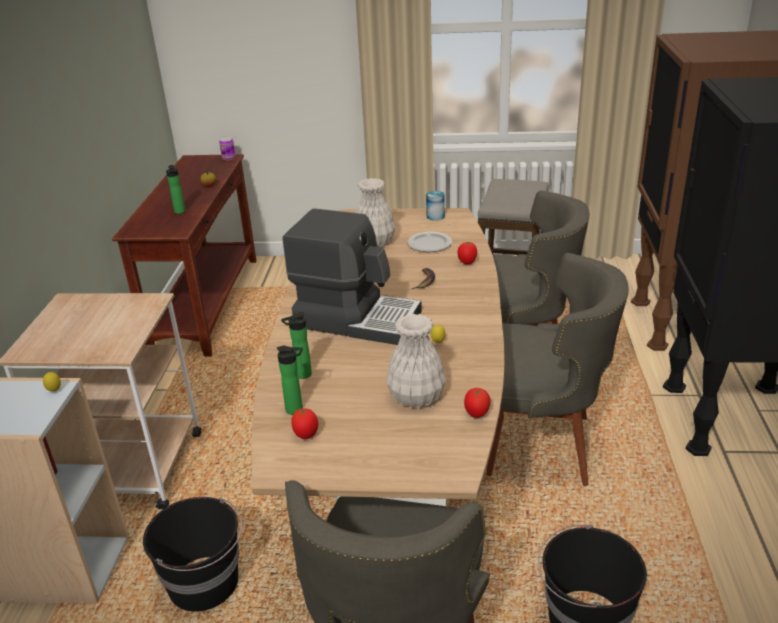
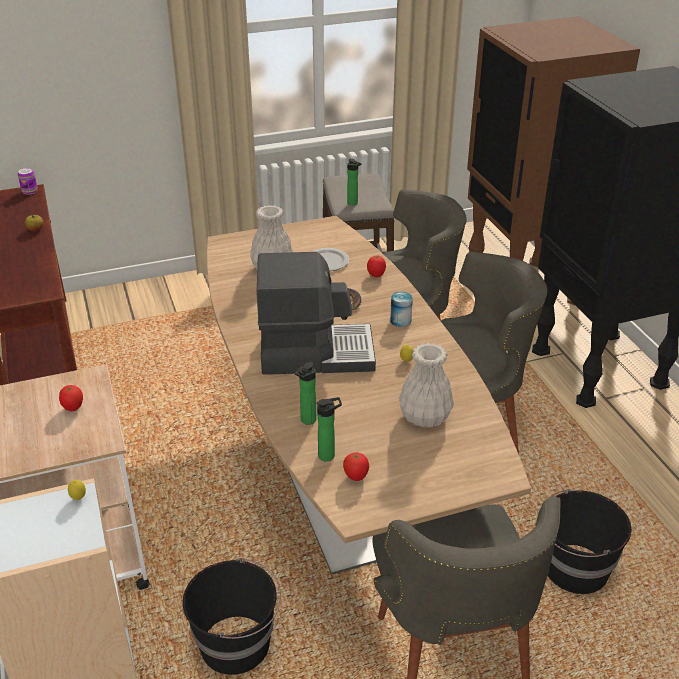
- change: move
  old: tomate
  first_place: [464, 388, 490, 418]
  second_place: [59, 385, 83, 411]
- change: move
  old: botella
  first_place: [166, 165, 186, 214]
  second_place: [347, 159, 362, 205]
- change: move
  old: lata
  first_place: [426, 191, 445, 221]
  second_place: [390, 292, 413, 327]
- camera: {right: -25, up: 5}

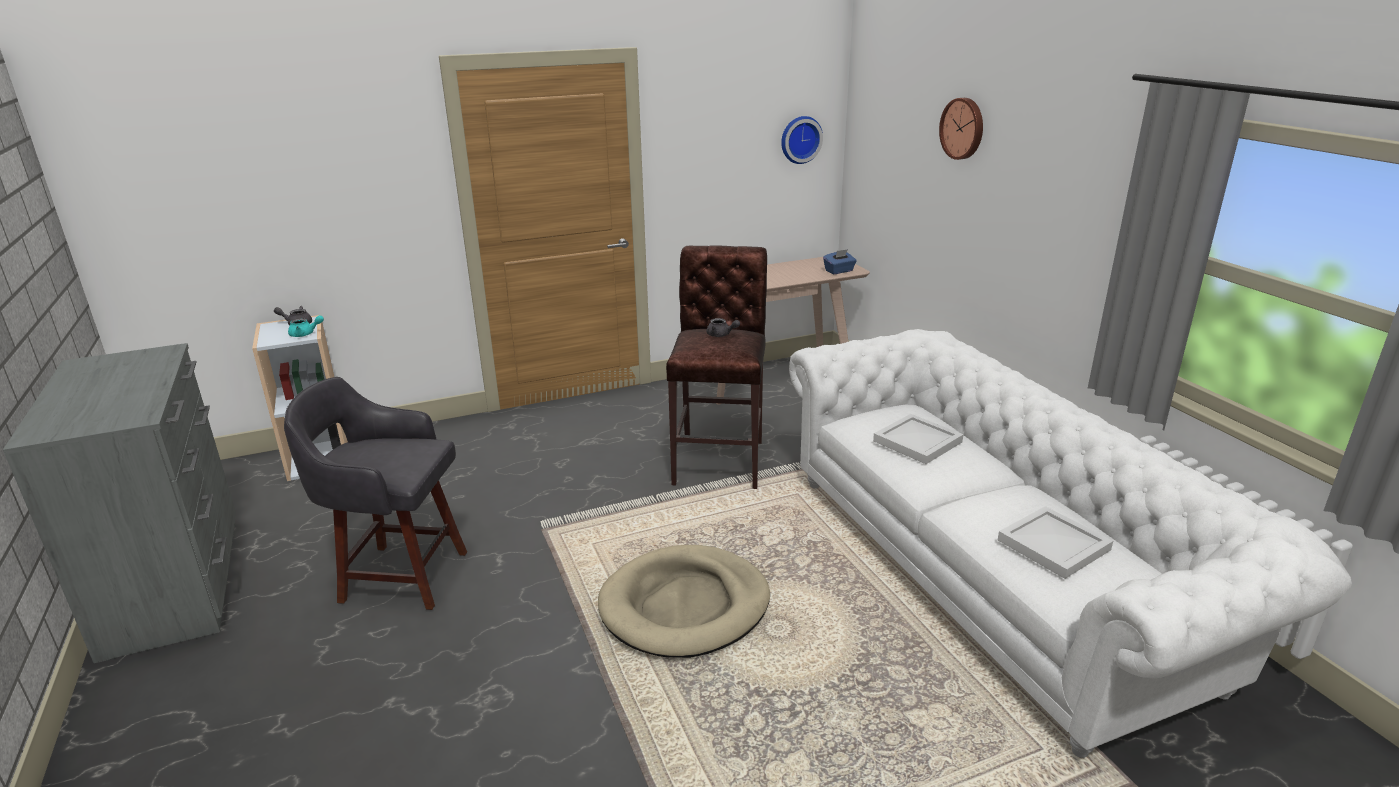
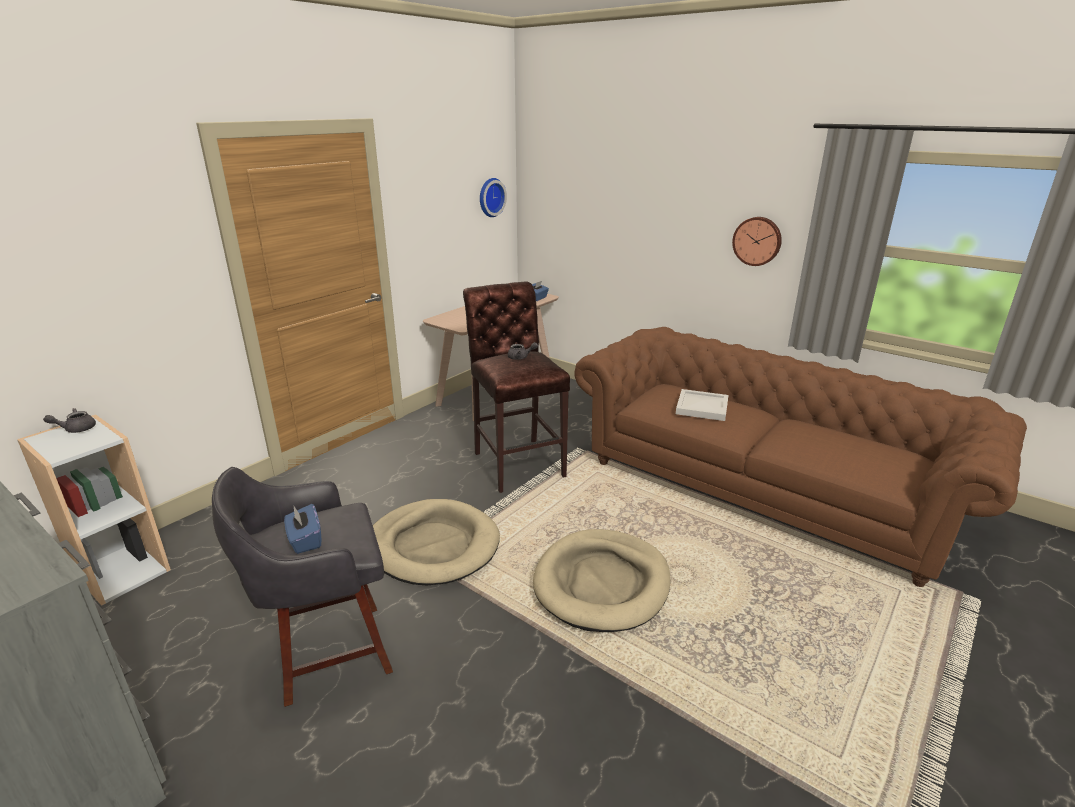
- change: insert
  new: caja de pañuelos/azul
  second_place: [284, 504, 321, 554]
- change: insert
  new: cama para perro/beis
  second_place: [373, 499, 500, 585]
- change: recolor
  old: sofá/blanco
  new: sofá/marrón
  first_place: [789, 329, 1352, 758]
  second_place: [574, 327, 1027, 587]
- change: move
  old: reloj de pared
  first_place: [939, 98, 983, 160]
  second_place: [732, 217, 782, 266]
- change: delete
  old: tetera/turquesa
  first_place: [288, 315, 324, 337]
- change: delete
  old: bandeja/blanco
  first_place: [998, 506, 1113, 579]
- camera: {right: -30, up: 0}

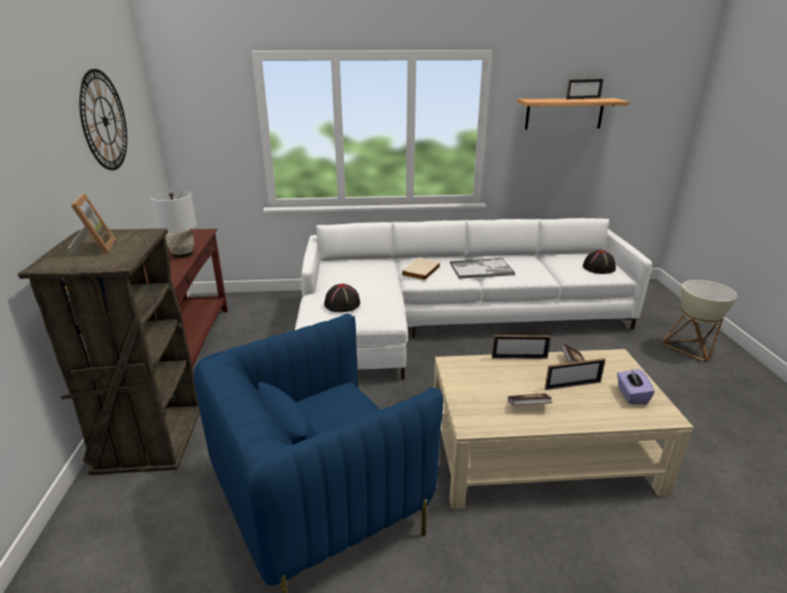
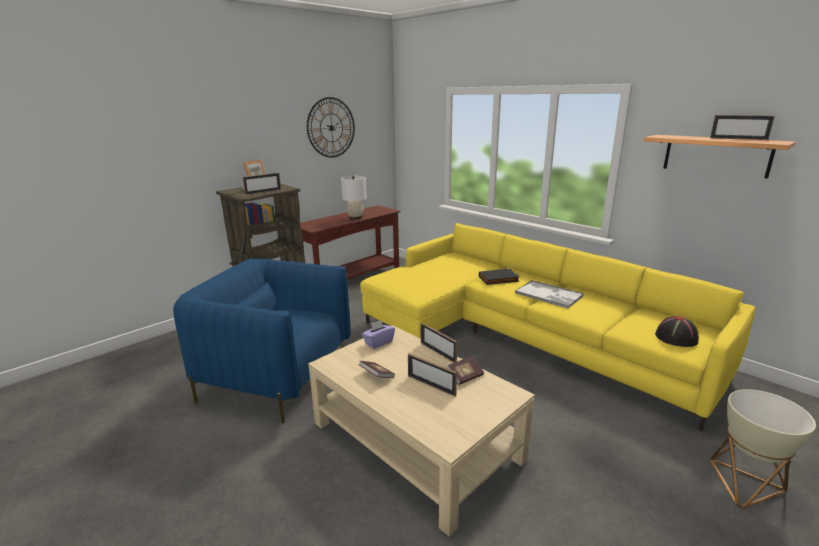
- change: insert
  new: portarretratos
  second_place: [243, 173, 281, 195]
- change: recolor
  old: sofá/blanco
  new: sofá/amarillo
  first_place: [295, 218, 652, 379]
  second_place: [360, 223, 755, 431]
- change: move
  old: caja de pañuelos/morado
  first_place: [617, 369, 655, 404]
  second_place: [362, 320, 395, 349]
- change: recolor
  old: libro/beis
  new: libro/negro
  first_place: [402, 257, 441, 281]
  second_place: [479, 269, 520, 285]
- change: delete
  old: sombrero/negro
  first_place: [324, 283, 360, 312]
- camera: {right: 50, up: -5}

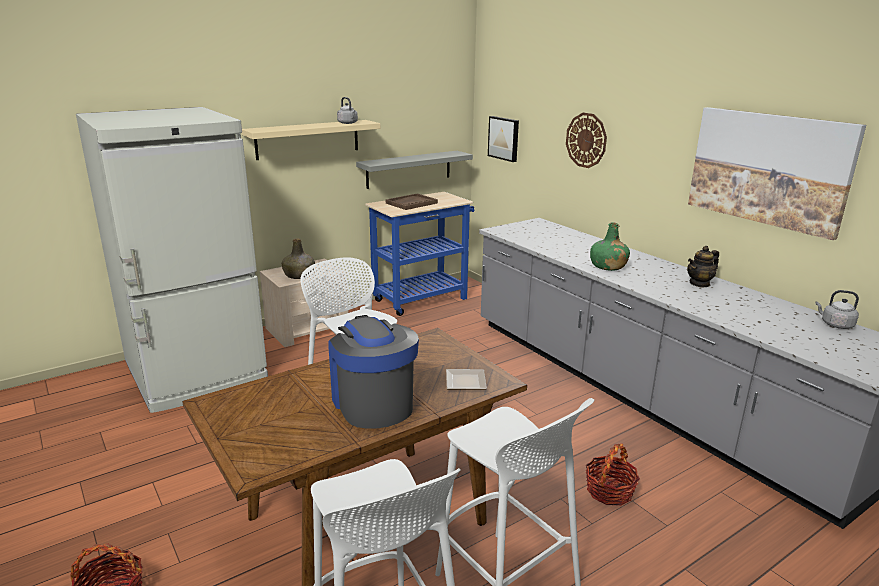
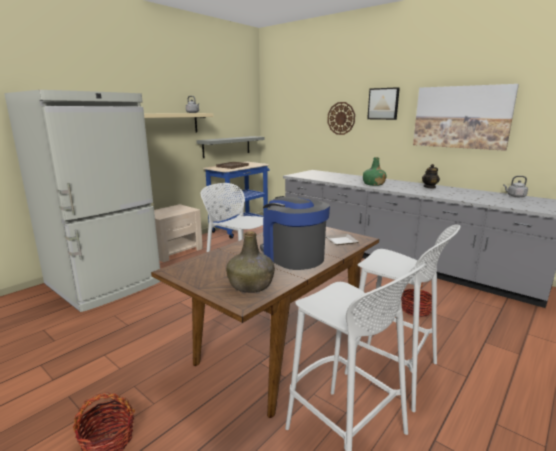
- change: move
  old: botella/verde
  first_place: [282, 238, 315, 279]
  second_place: [226, 231, 274, 293]
- change: move
  old: cuadro
  first_place: [488, 116, 519, 162]
  second_place: [367, 87, 400, 120]
- camera: {right: -15, up: -5}

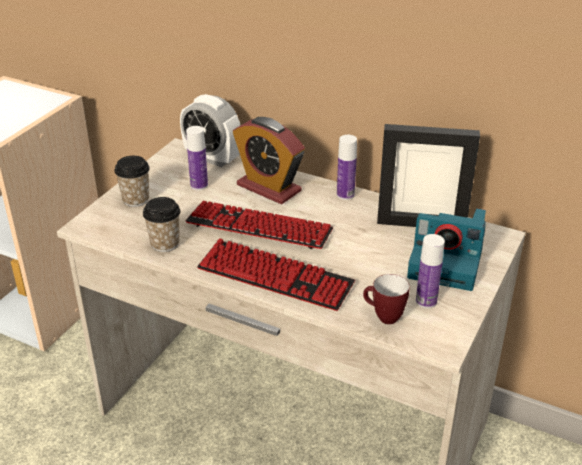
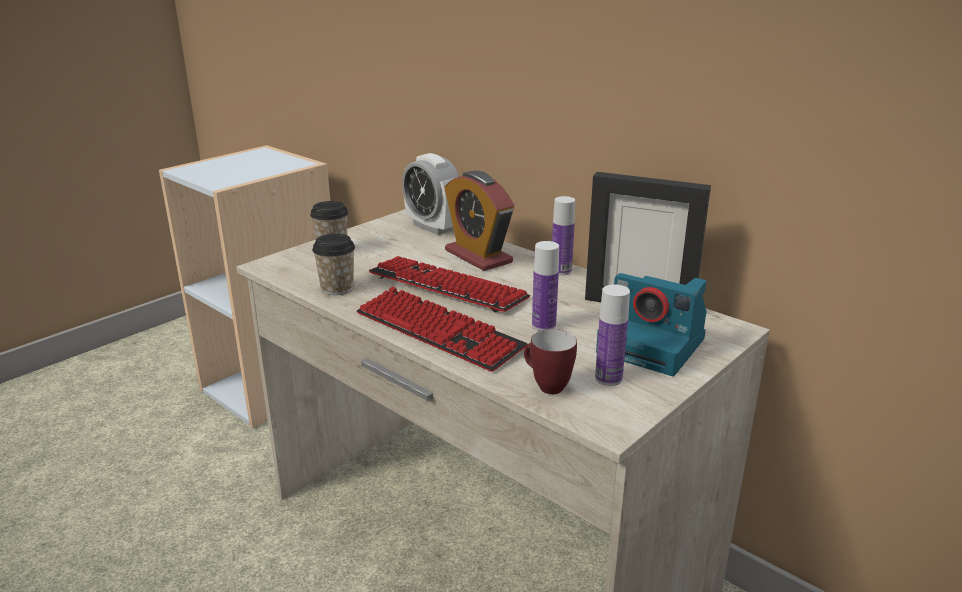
- change: move
  old: botella
  first_place: [186, 126, 208, 190]
  second_place: [532, 241, 559, 331]
- camera: {right: 15, up: -10}

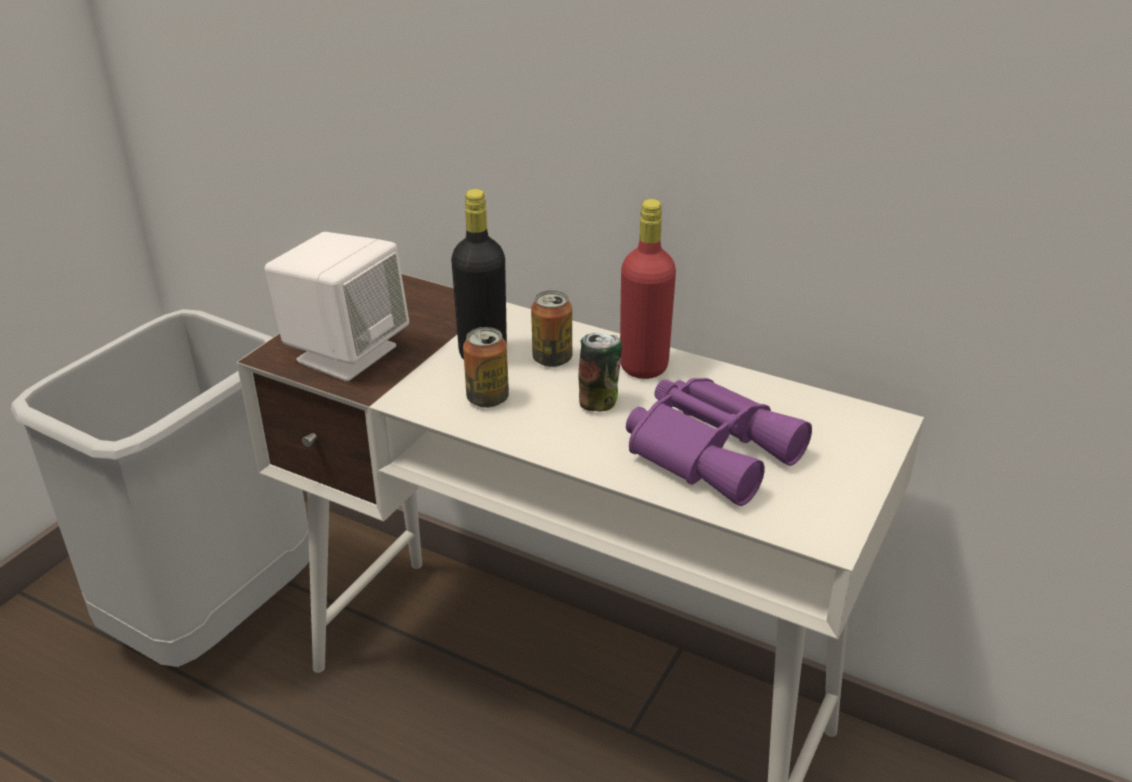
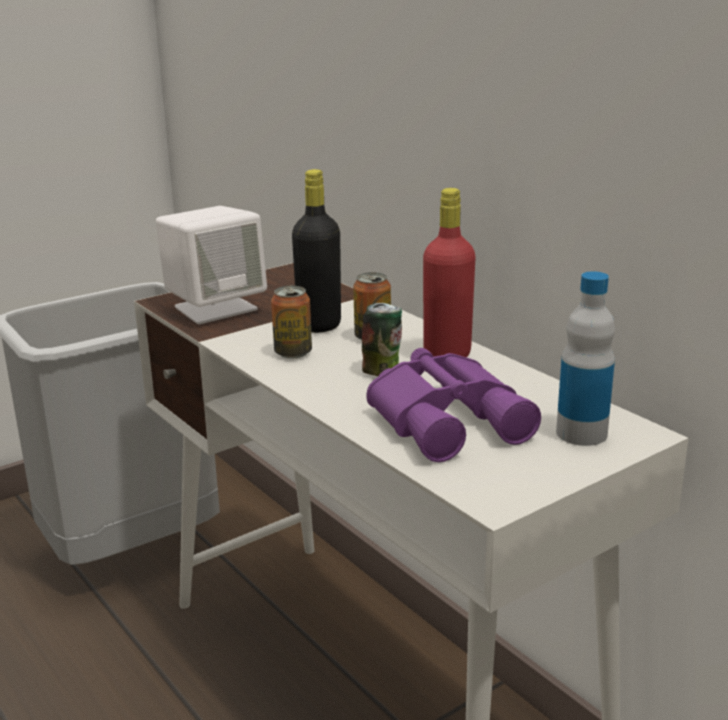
- change: insert
  new: botella
  second_place: [556, 271, 615, 446]
- camera: {right: 25, up: -10}

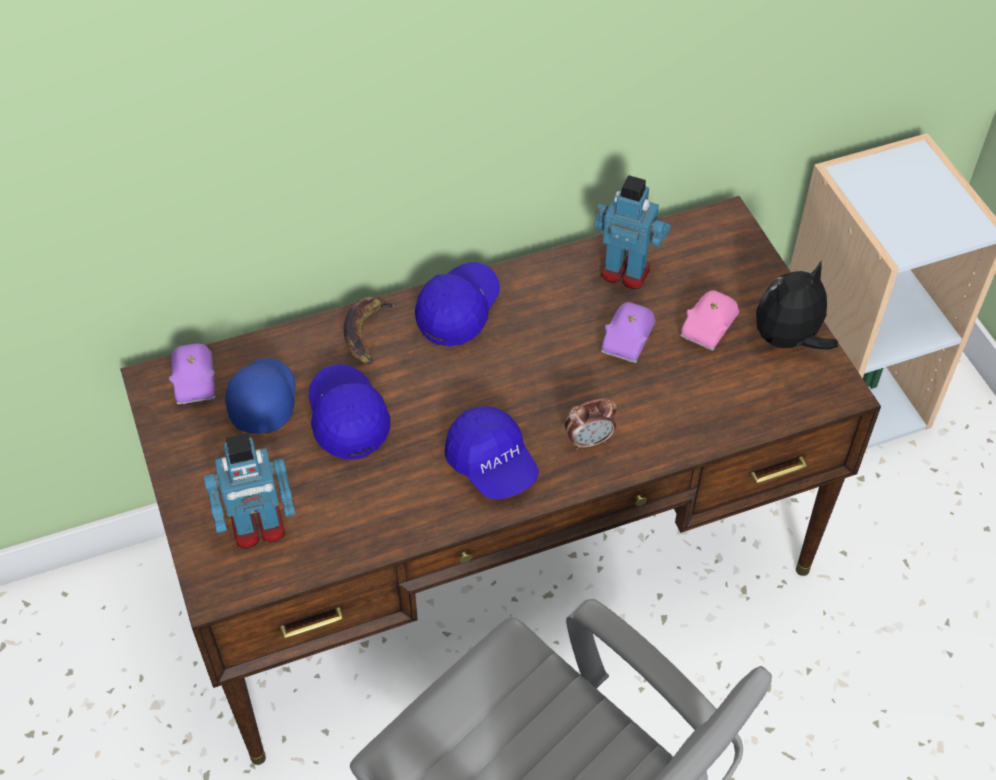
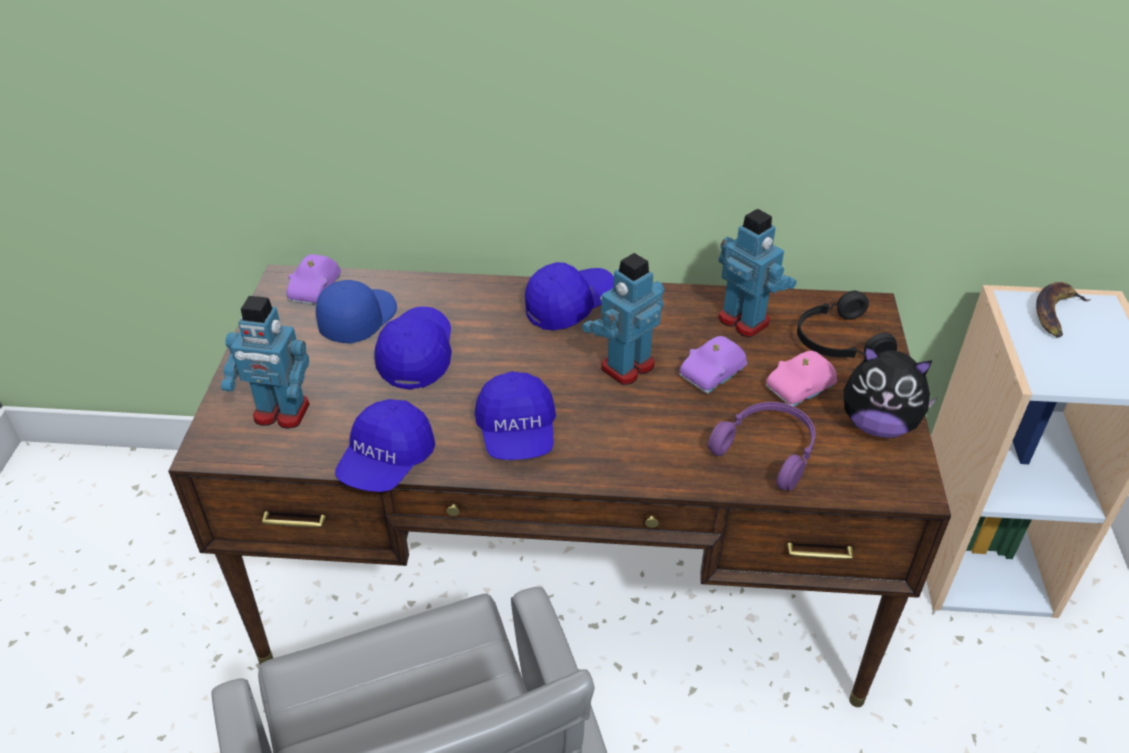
- change: insert
  new: gorra/azul
  second_place: [335, 399, 435, 492]
- change: insert
  new: robot de juguete
  second_place: [582, 253, 665, 385]
- change: insert
  new: auriculares/morado
  second_place: [708, 402, 816, 491]
- change: insert
  new: auriculares/negro
  second_place: [797, 291, 897, 358]
- change: rotate
  old: peluche
  first_place: [756, 261, 838, 349]
  second_place: [844, 345, 938, 438]
  degrees: -150
- change: move
  old: plátano
  first_place: [344, 297, 398, 364]
  second_place: [1036, 282, 1091, 337]
- change: delete
  old: despertador
  first_place: [565, 398, 617, 450]
- camera: {right: 25, up: -10}

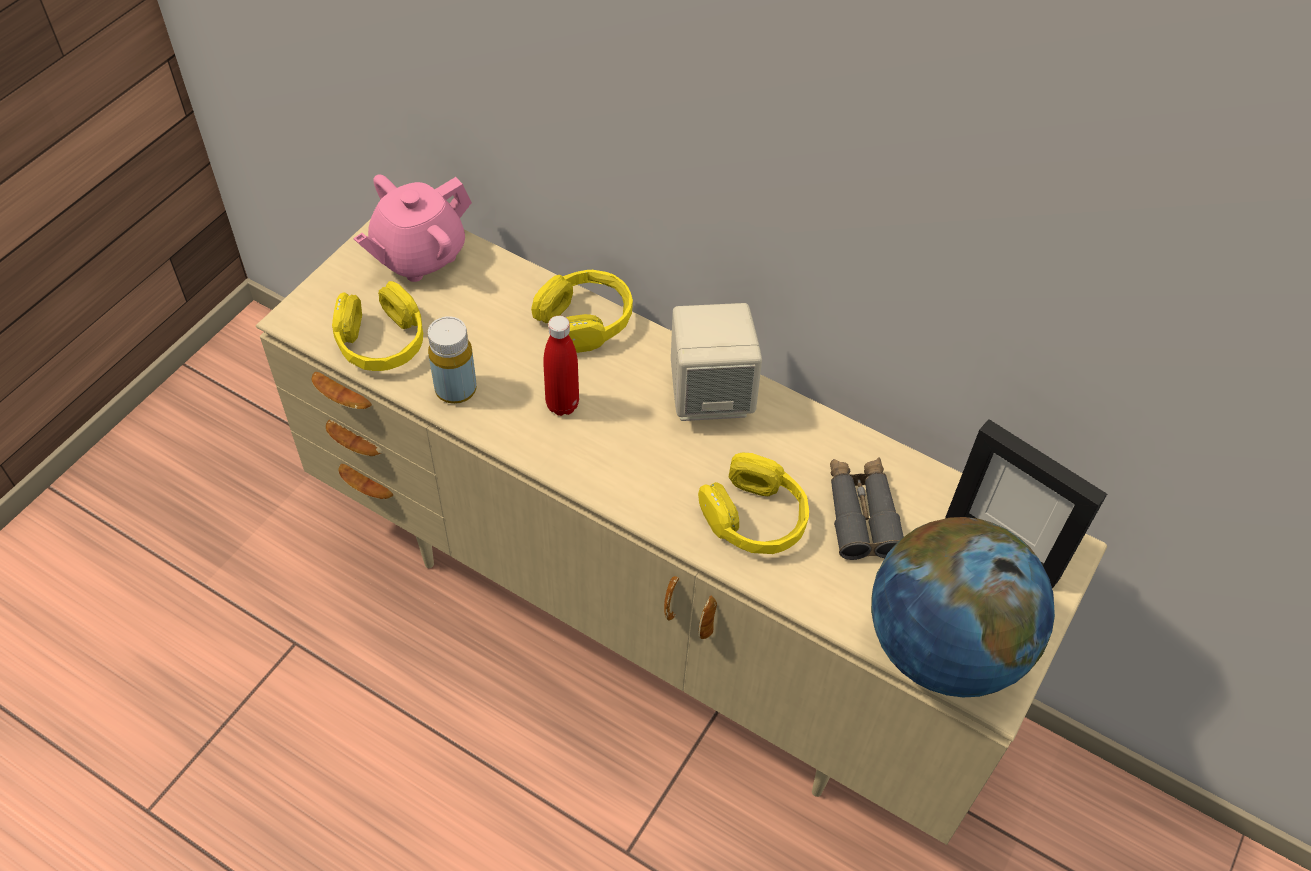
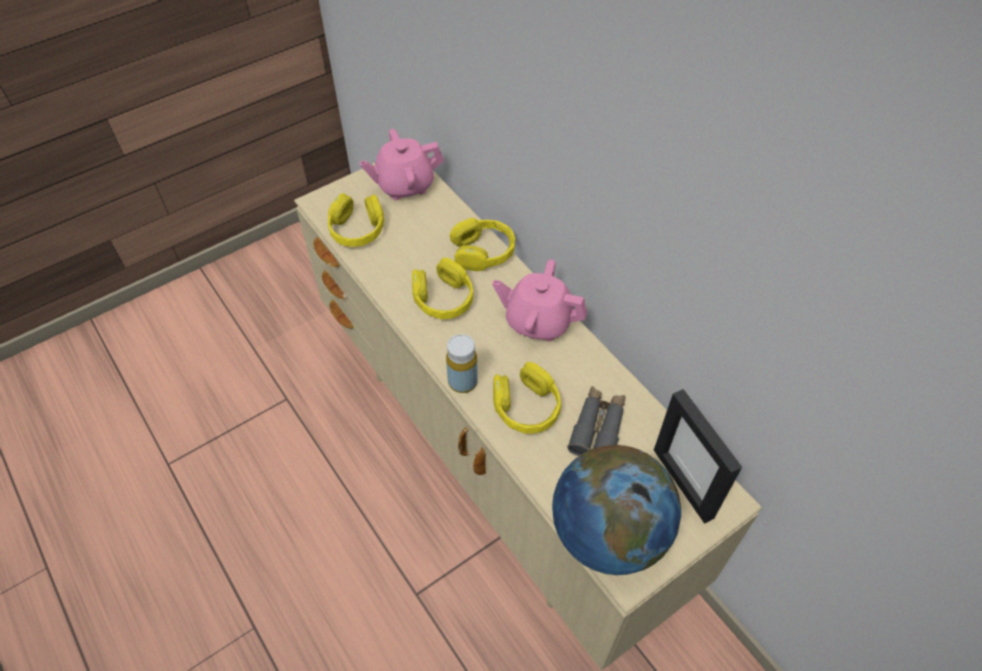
- change: replace
  old: botella/rojo
  new: auriculares/amarillo
  first_place: [543, 316, 579, 416]
  second_place: [412, 258, 473, 319]
- change: move
  old: botella/amarillo
  first_place: [428, 316, 477, 404]
  second_place: [446, 334, 478, 393]
- change: replace
  old: altavoz/beis
  new: tetera/rosa
  first_place: [671, 303, 762, 421]
  second_place: [492, 259, 587, 341]
- camera: {right: 25, up: 0}

